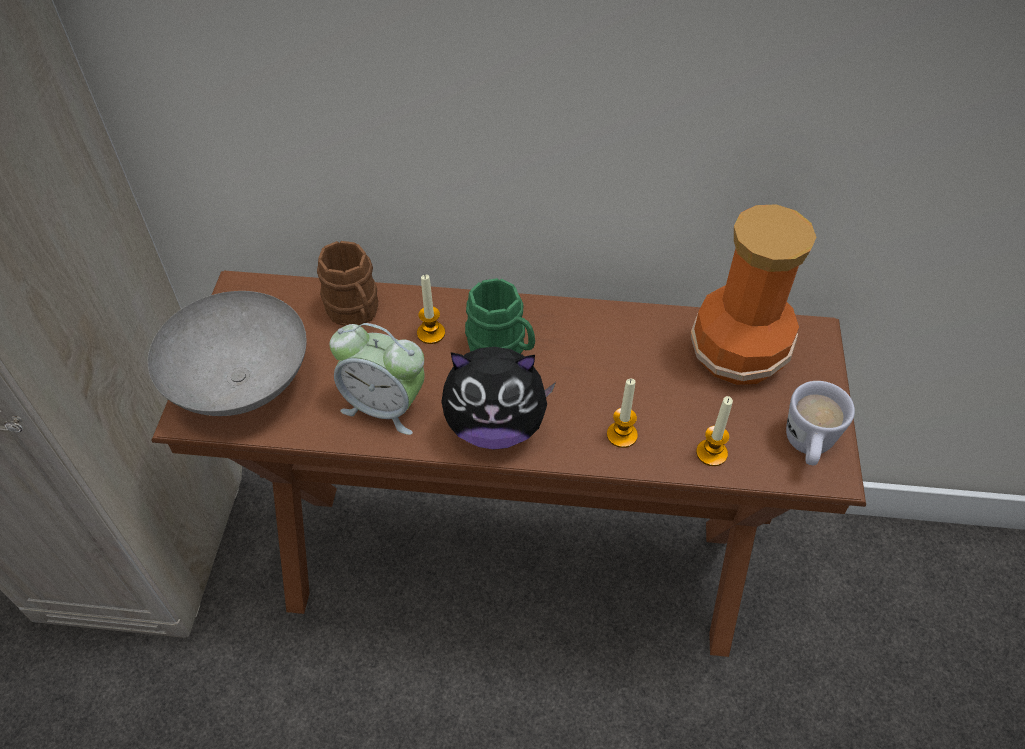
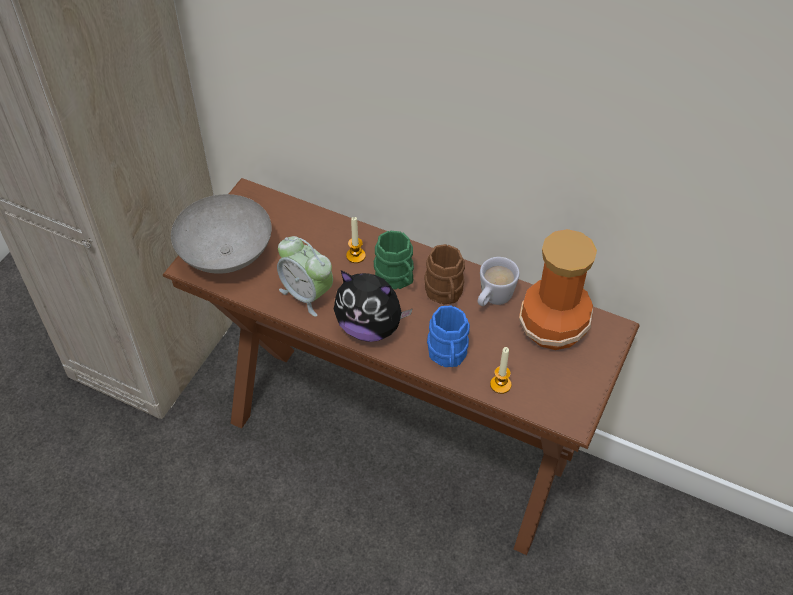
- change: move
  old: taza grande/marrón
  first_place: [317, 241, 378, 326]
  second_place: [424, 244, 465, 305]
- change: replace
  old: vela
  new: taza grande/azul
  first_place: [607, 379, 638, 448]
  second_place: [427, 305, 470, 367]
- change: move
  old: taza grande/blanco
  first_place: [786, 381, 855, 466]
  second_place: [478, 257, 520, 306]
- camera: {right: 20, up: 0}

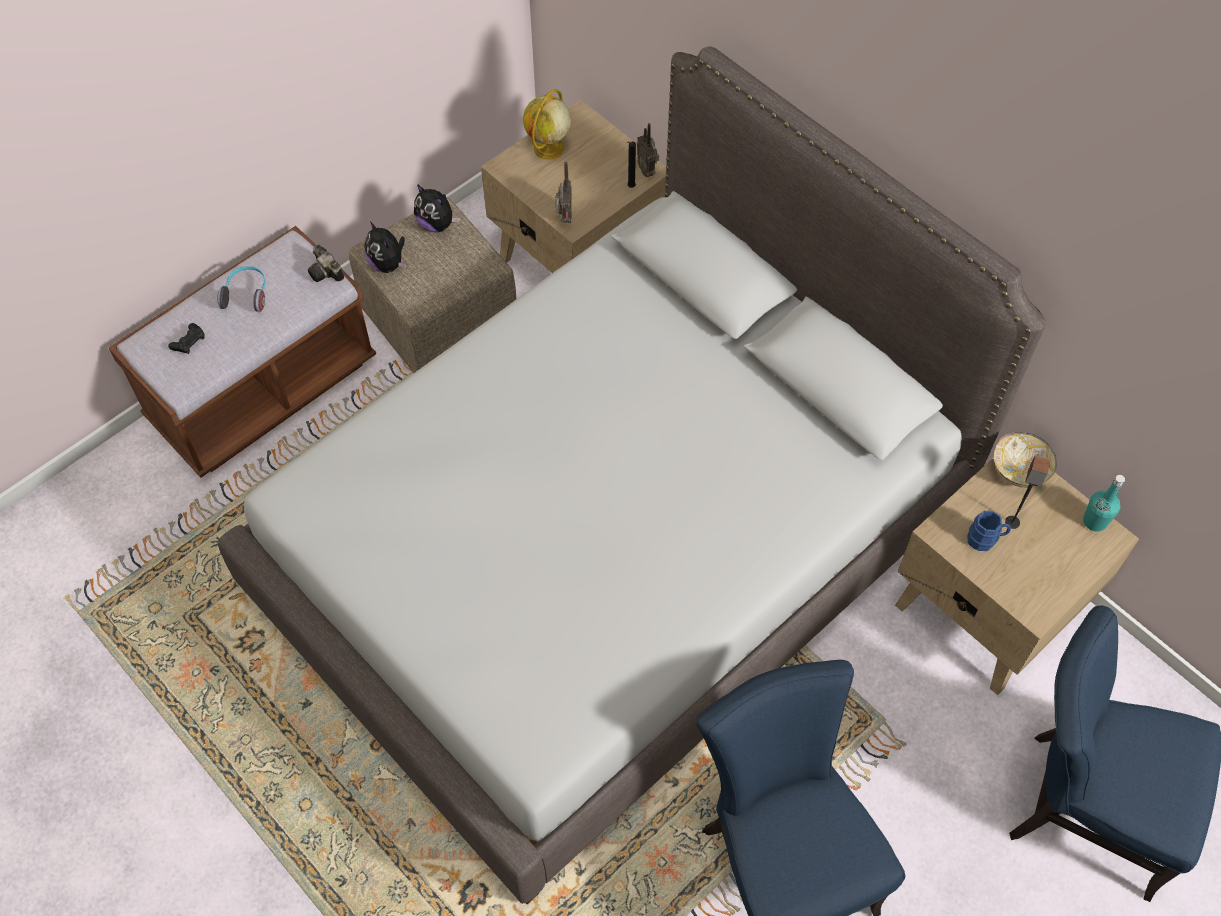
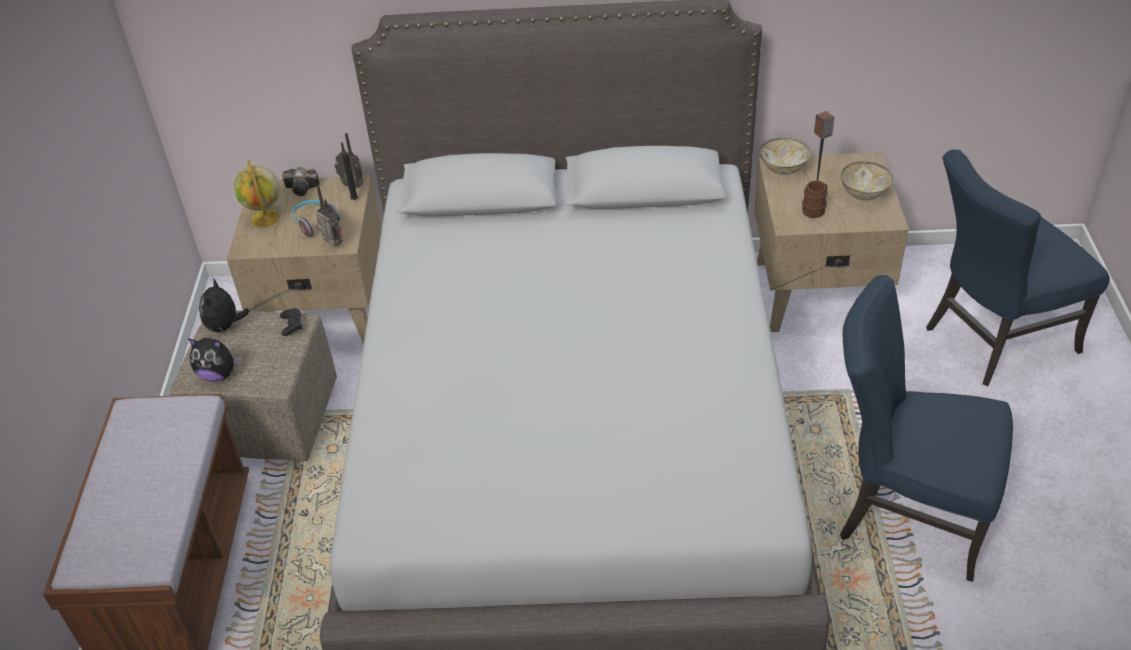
- change: rotate
  old: peluche
  first_place: [414, 184, 460, 232]
  second_place: [199, 278, 249, 332]
  degrees: 105
- change: move
  old: mando de consola/negro
  first_place: [168, 323, 205, 354]
  second_place: [280, 308, 302, 336]
- change: move
  old: cámara
  first_place: [308, 244, 344, 282]
  second_place: [282, 167, 320, 196]
- change: move
  old: auriculares
  first_place: [217, 266, 266, 312]
  second_place: [292, 200, 340, 237]
- change: recolor
  old: taza grande/azul
  new: taza grande/marrón
  first_place: [967, 511, 1011, 551]
  second_place: [802, 180, 827, 218]
- change: insert
  new: cuenco
  second_place: [840, 161, 893, 200]
- change: delete
  old: botella/turquesa
  first_place: [1083, 475, 1125, 532]
- camera: {right: -45, up: -15}

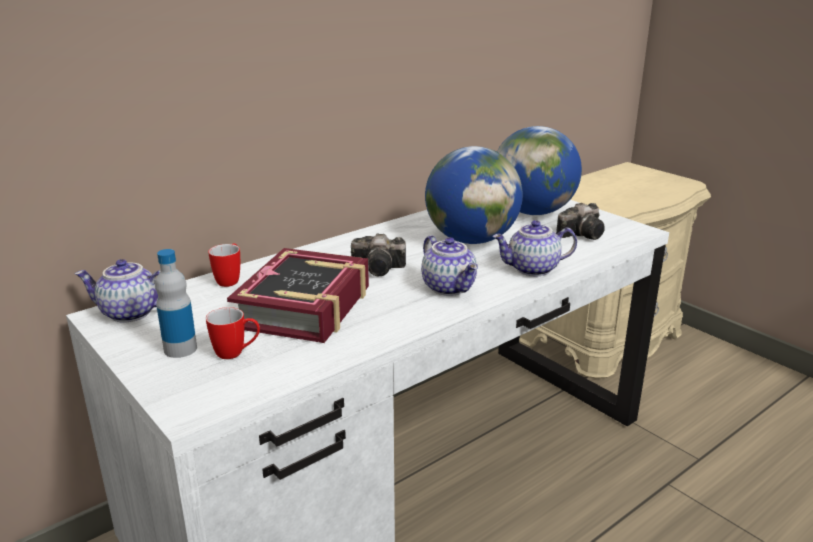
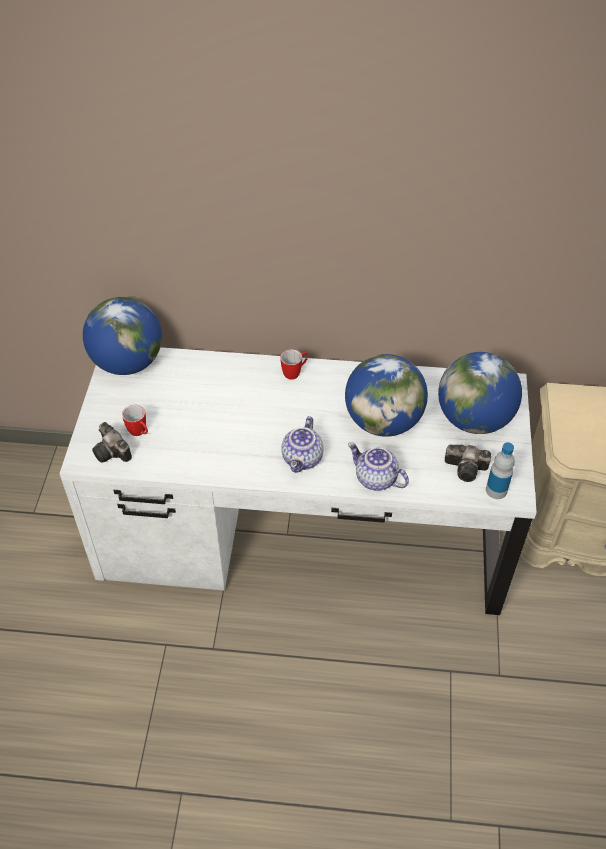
- change: replace
  old: tetera
  new: globo terráqueo
  first_place: [75, 259, 160, 323]
  second_place: [83, 297, 162, 375]
- change: move
  old: cámara
  first_place: [351, 233, 406, 276]
  second_place: [92, 422, 132, 463]
- change: move
  old: taza grande
  first_place: [208, 243, 240, 287]
  second_place: [280, 349, 309, 380]
- change: move
  old: botella
  first_place: [155, 249, 197, 358]
  second_place: [486, 442, 515, 499]
- change: delete
  old: libro
  first_place: [227, 248, 369, 343]
- camera: {right: 45, up: 25}

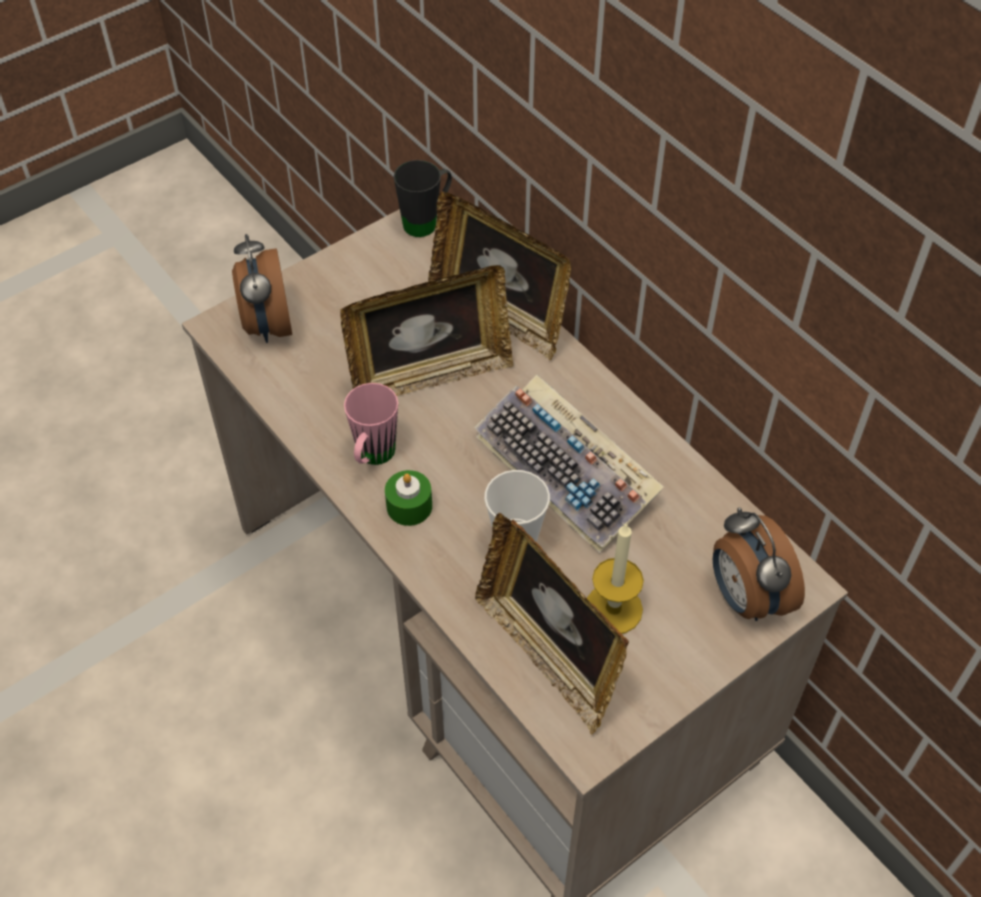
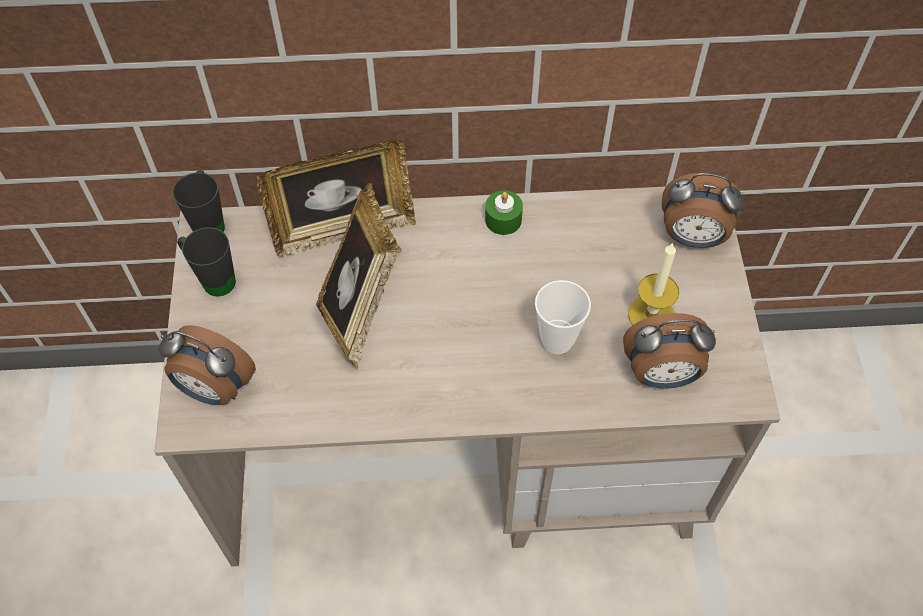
- change: insert
  new: taza grande/negro
  second_place: [177, 227, 236, 297]
- change: move
  old: vela/verde
  first_place: [385, 470, 432, 526]
  second_place: [485, 190, 523, 235]
- change: replace
  old: portarretratos
  new: despertador
  first_place: [475, 513, 629, 735]
  second_place: [623, 313, 716, 389]
- change: delete
  old: taza grande/rosa
  first_place: [344, 383, 398, 465]
- change: delete
  old: teclado
  first_place: [474, 375, 664, 553]
- camera: {right: -55, up: 5}

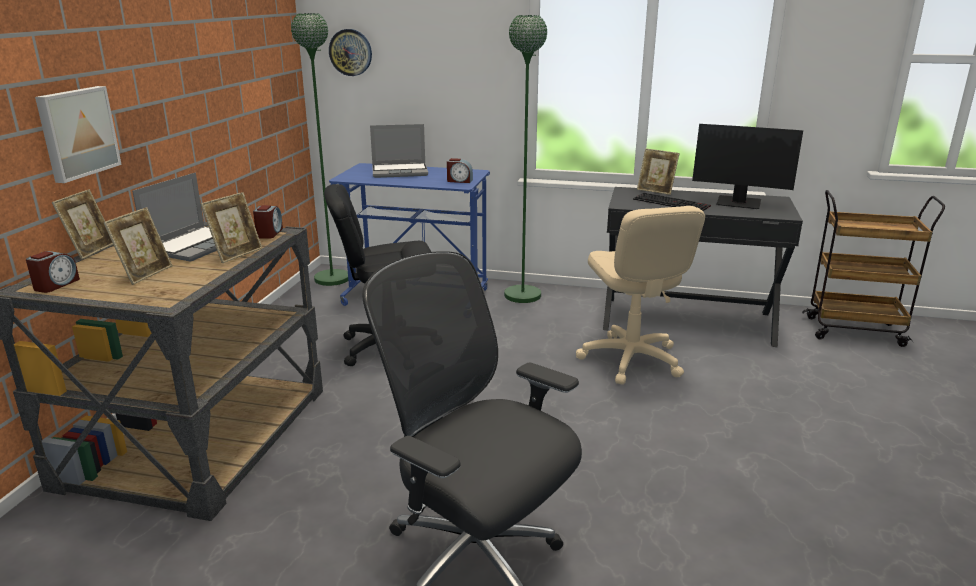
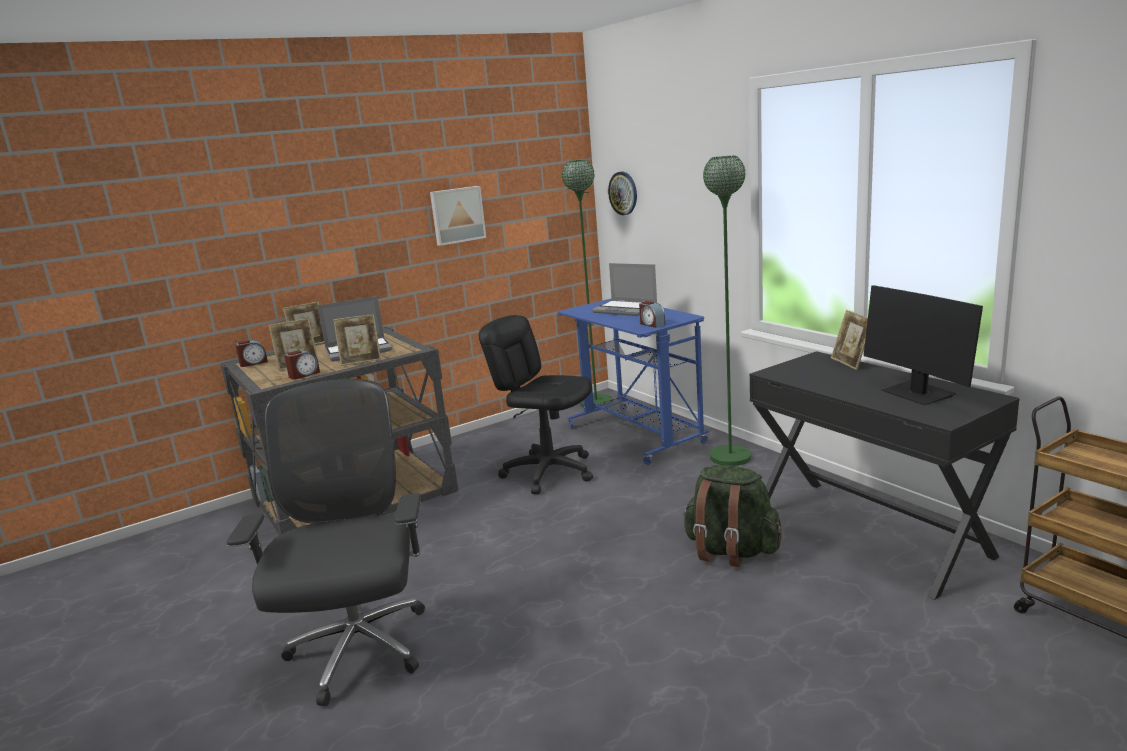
- change: move
  old: despertador
  first_place: [253, 205, 283, 239]
  second_place: [284, 350, 320, 380]
- change: move
  old: cuadro
  first_place: [35, 86, 122, 183]
  second_place: [430, 186, 486, 246]
- change: replace
  old: silla de oficina/beis
  new: mochila/verde
  first_place: [576, 206, 705, 385]
  second_place: [683, 465, 781, 567]
- change: delete
  old: teclado
  first_place: [633, 193, 711, 211]
- camera: {right: 45, up: -5}

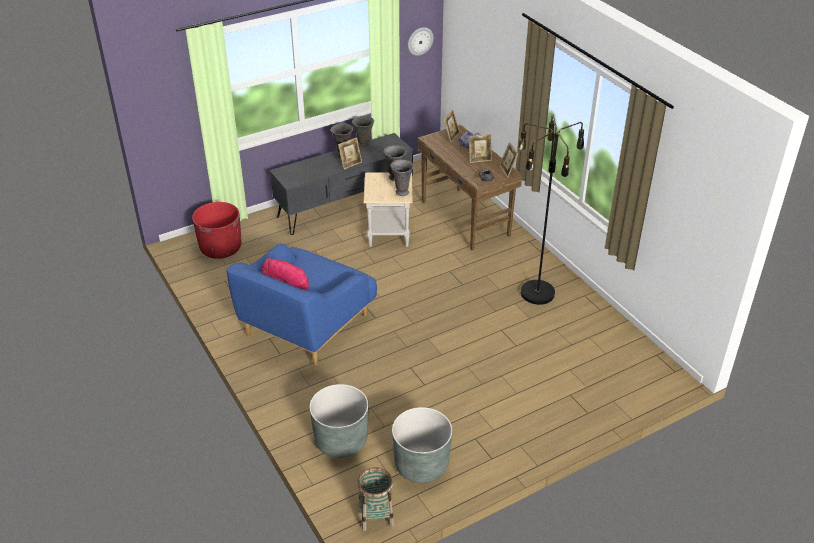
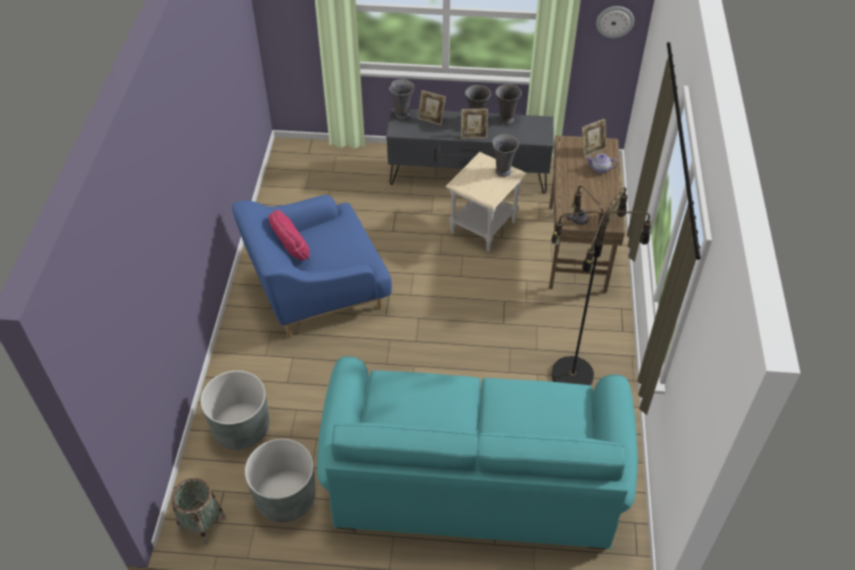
- change: insert
  new: sofá/turquesa
  second_place: [317, 356, 638, 549]
- change: move
  old: florero/gris
  first_place: [390, 160, 414, 196]
  second_place: [389, 79, 415, 120]
- change: move
  old: portarretratos
  first_place: [469, 134, 492, 163]
  second_place: [418, 90, 446, 125]
- change: delete
  old: maceta/rojo
  first_place: [192, 202, 242, 259]
- camera: {right: 35, up: 10}

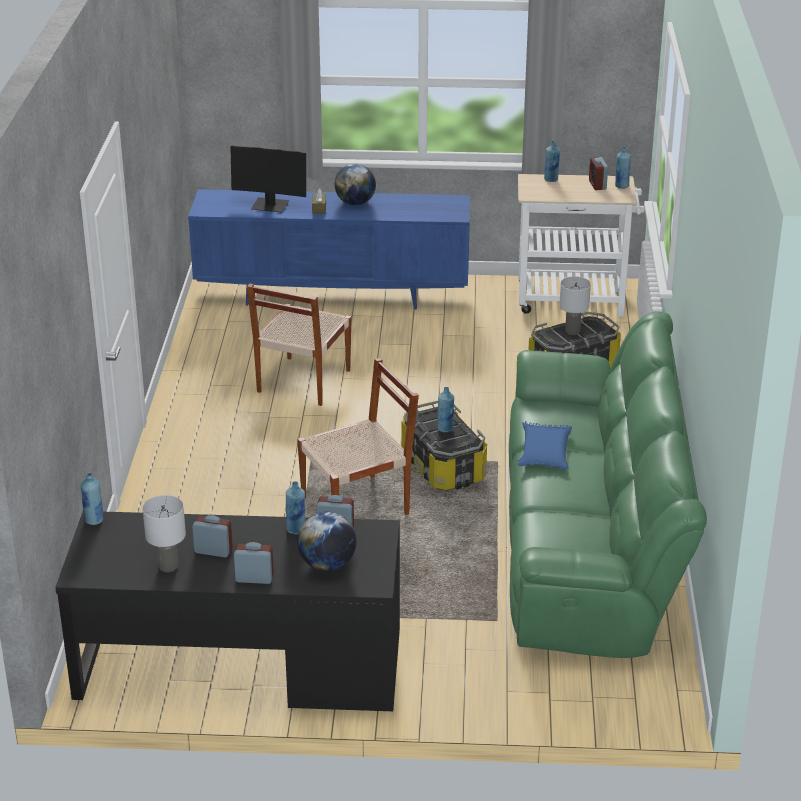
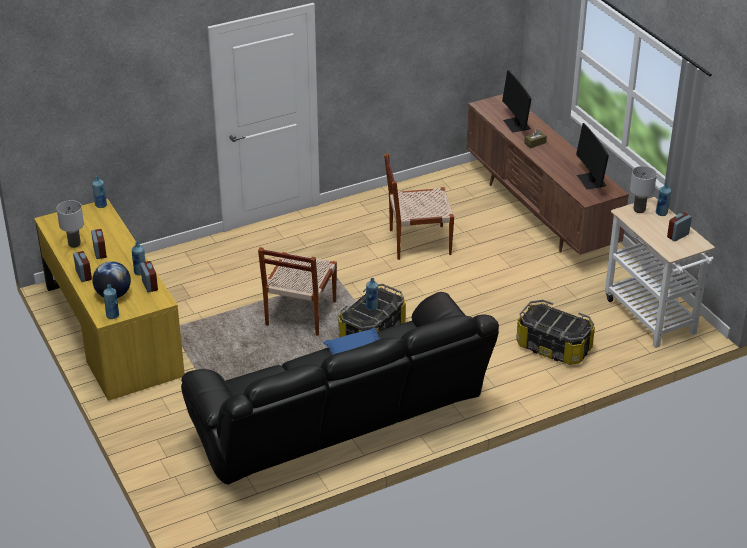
- change: recolor
  old: escritorio/negro
  new: escritorio/amarillo
  first_place: [55, 511, 400, 711]
  second_place: [34, 199, 185, 401]
- change: move
  old: botella/azul
  first_place: [615, 147, 631, 189]
  second_place: [103, 284, 119, 319]
- change: recolor
  old: sofá/verde
  new: sofá/negro
  first_place: [509, 311, 707, 658]
  second_place: [181, 292, 499, 485]
- change: rotate
  old: silla
  first_place: [297, 358, 419, 515]
  second_place: [258, 247, 337, 336]
  degrees: 75
- change: recolor
  old: armario/azul
  new: armario/marrón
  first_place: [188, 189, 470, 310]
  second_place: [467, 94, 629, 255]
- change: insert
  new: monitor
  second_place: [576, 123, 609, 189]
- change: move
  old: lámpara de mesa/blanco
  first_place: [559, 276, 591, 335]
  second_place: [630, 166, 657, 213]
- change: delete
  old: globo terráqueo
  first_place: [335, 164, 376, 205]
- camera: {right: 60, up: 5}

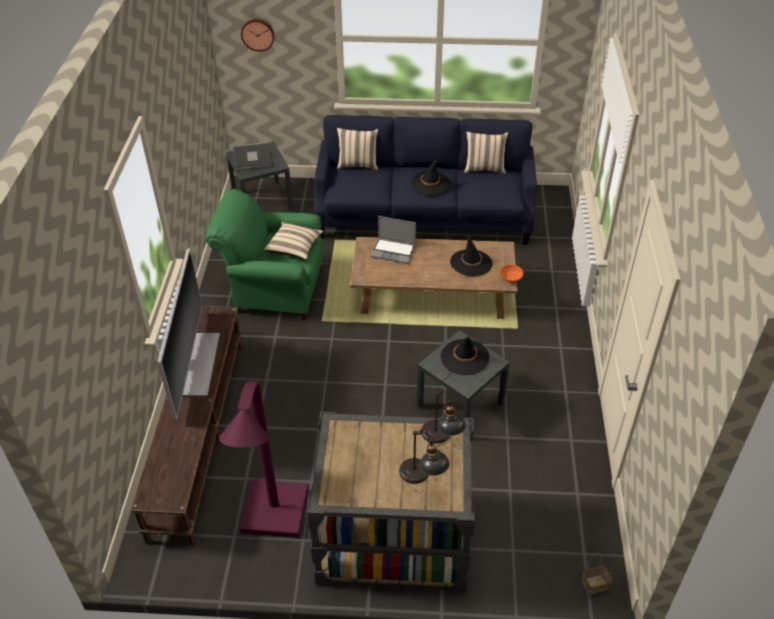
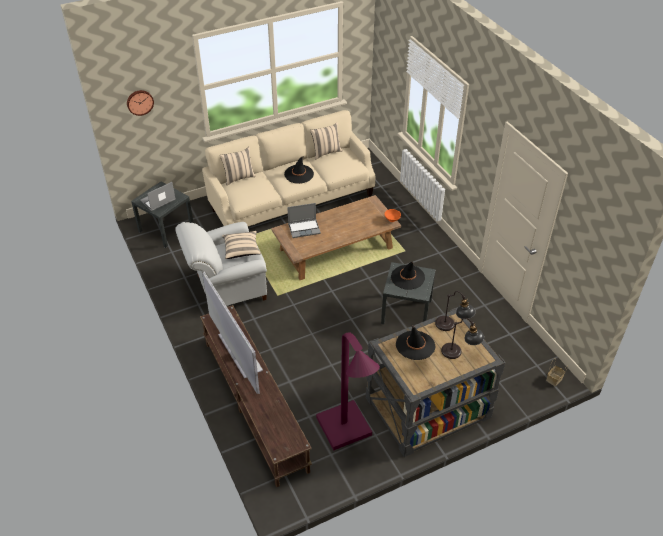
- change: recolor
  old: sillón/verde
  new: sillón/blanco
  first_place: [205, 189, 323, 321]
  second_place: [175, 222, 267, 306]
- change: recolor
  old: sofá/azul
  new: sofá/beis
  first_place: [314, 115, 537, 245]
  second_place: [202, 110, 375, 226]
- change: move
  old: sombrero/negro
  first_place: [450, 236, 493, 276]
  second_place: [396, 325, 435, 360]
- camera: {right: -30, up: 0}

